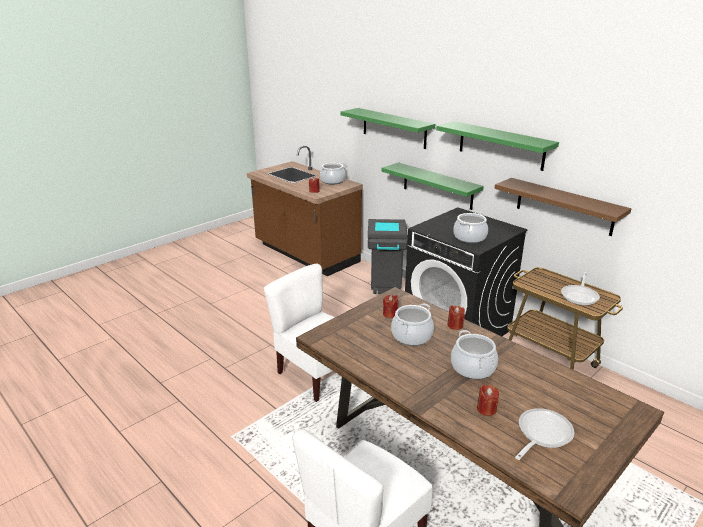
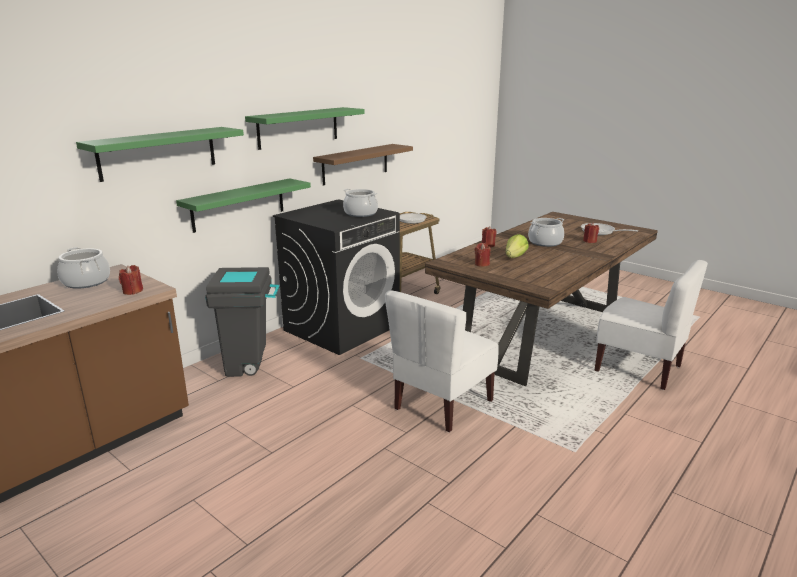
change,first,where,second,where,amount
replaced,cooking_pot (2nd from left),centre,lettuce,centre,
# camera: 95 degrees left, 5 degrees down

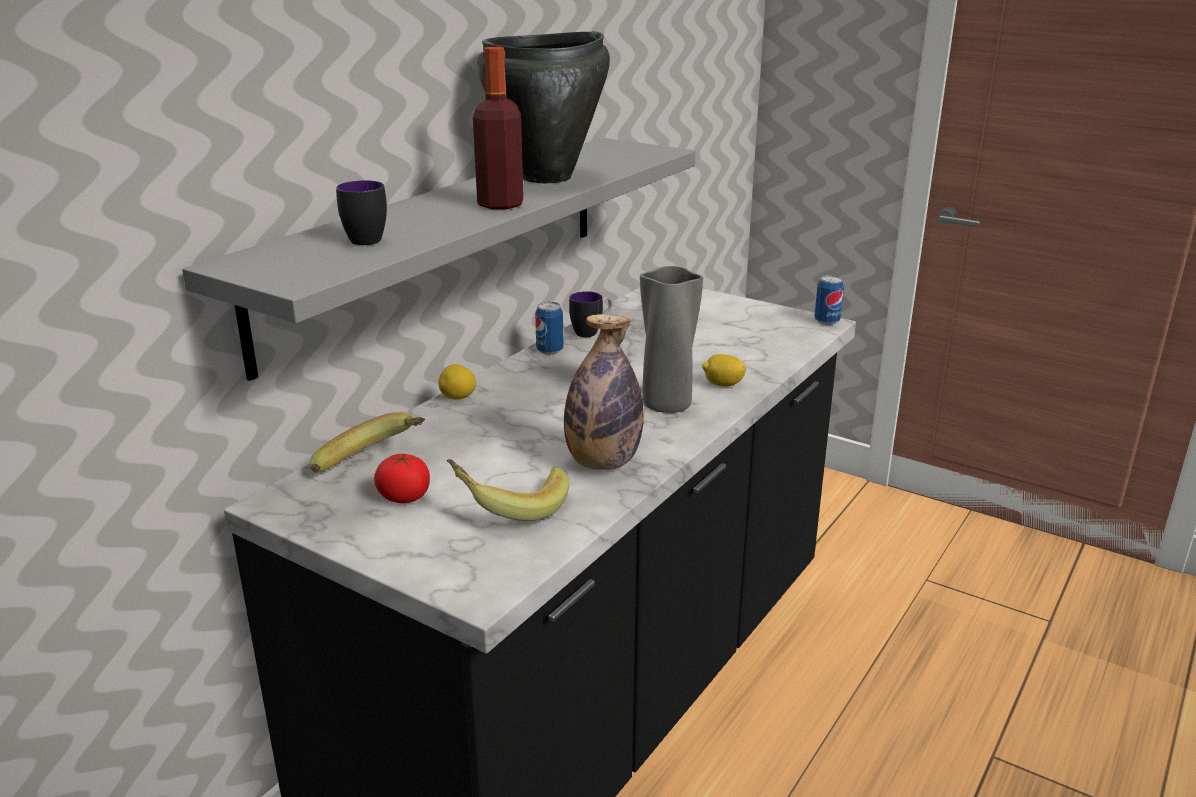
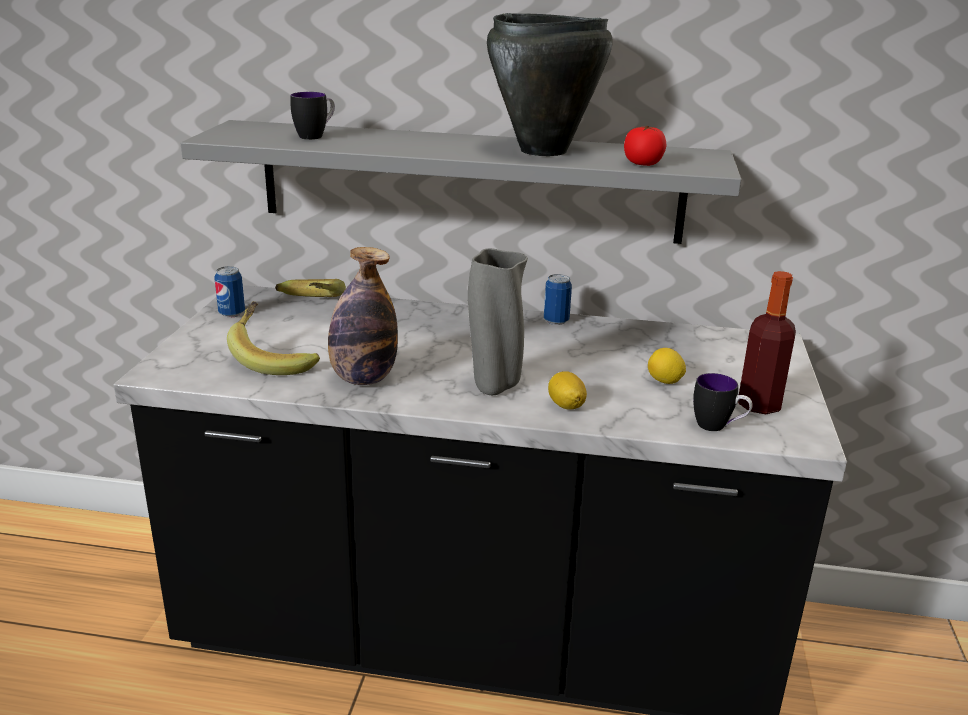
change,first,where,second,where,amount
moved,bottle (1st from left in the first image),top centre,bottle (2nd from left),middle right,
moved,can (2nd from left in the first image),middle right,can (1st from left),middle left,
moved,mug (2nd from left),centre,,middle right,
moved,lemon (1st from left in the first image),centre,lemon (2nd from left),middle right,
moved,tomato,centre,,top centre,
# camera: 65 degrees right, 0 degrees up

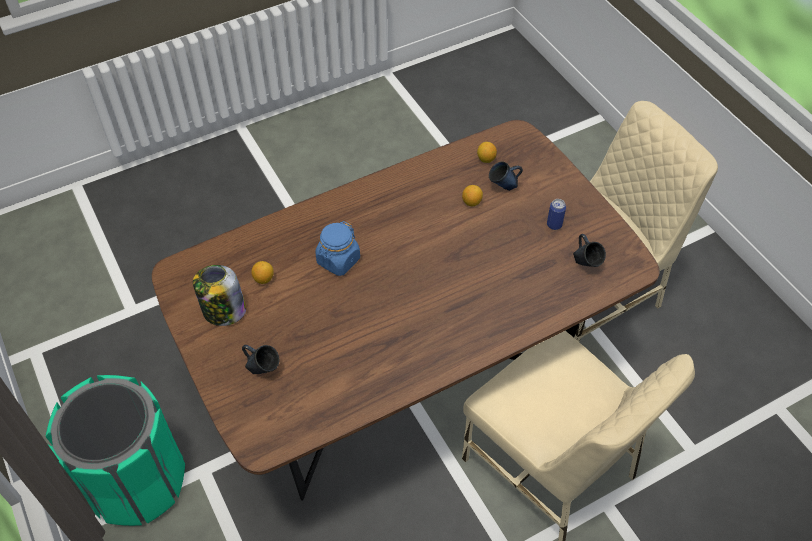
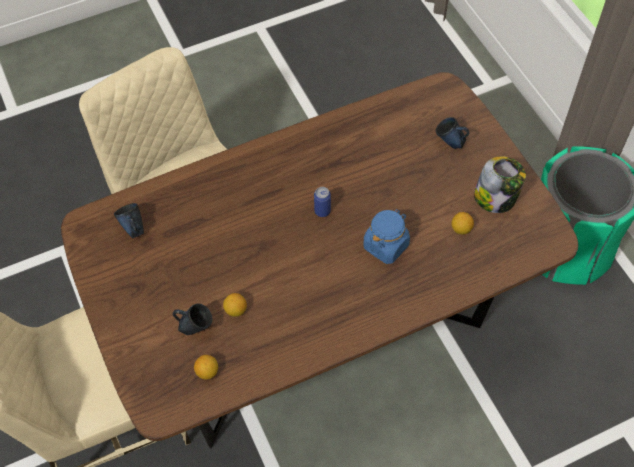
change,first,where,second,where,amount
moved,can,middle right,,centre,
# camera: 175 degrees left, 5 degrees up

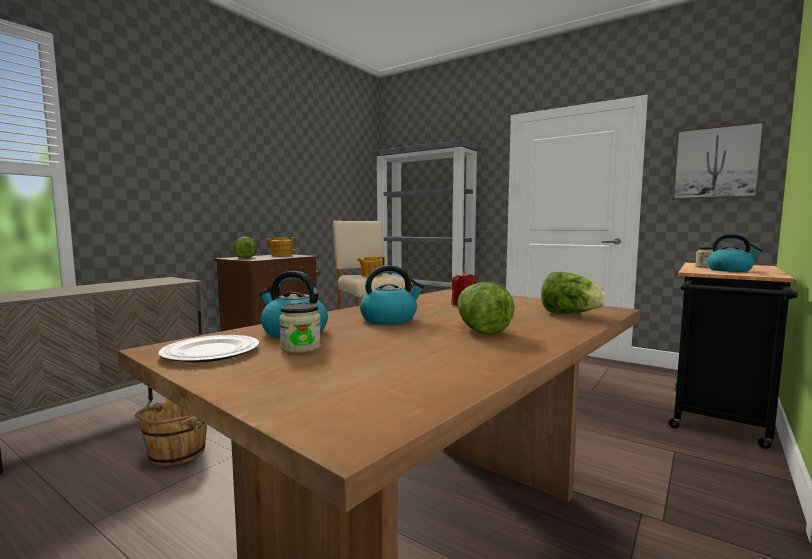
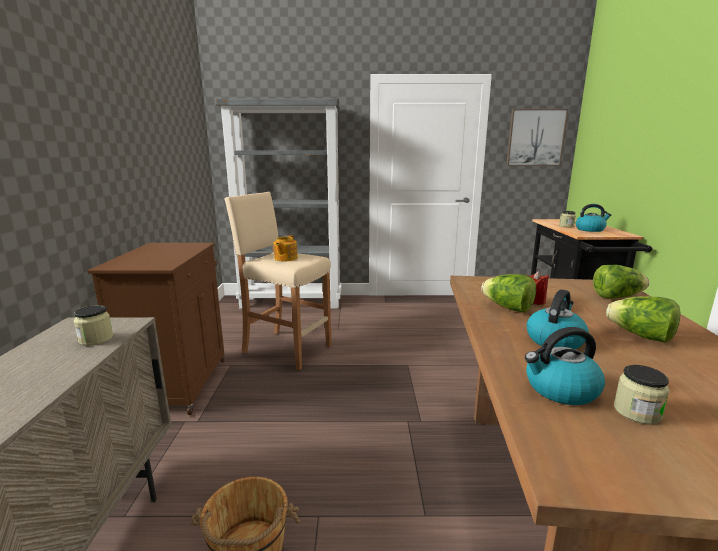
change,first,where,second,where,amount
moved,lettuce (1st from left),middle left,,middle right,
removed,teapot (1st from left),centre,,,
removed,plate,middle left,,,
added,,,jar (1st from left),middle left,
# camera: 35 degrees left, 10 degrees up

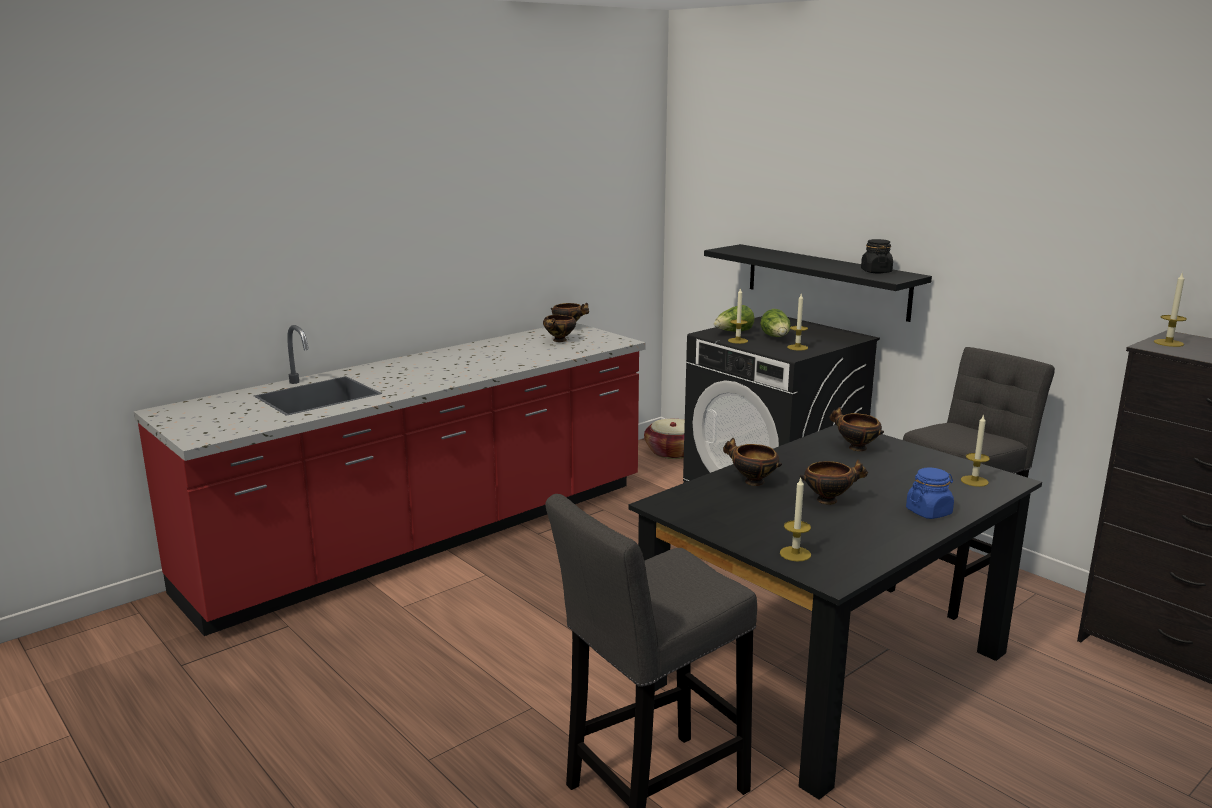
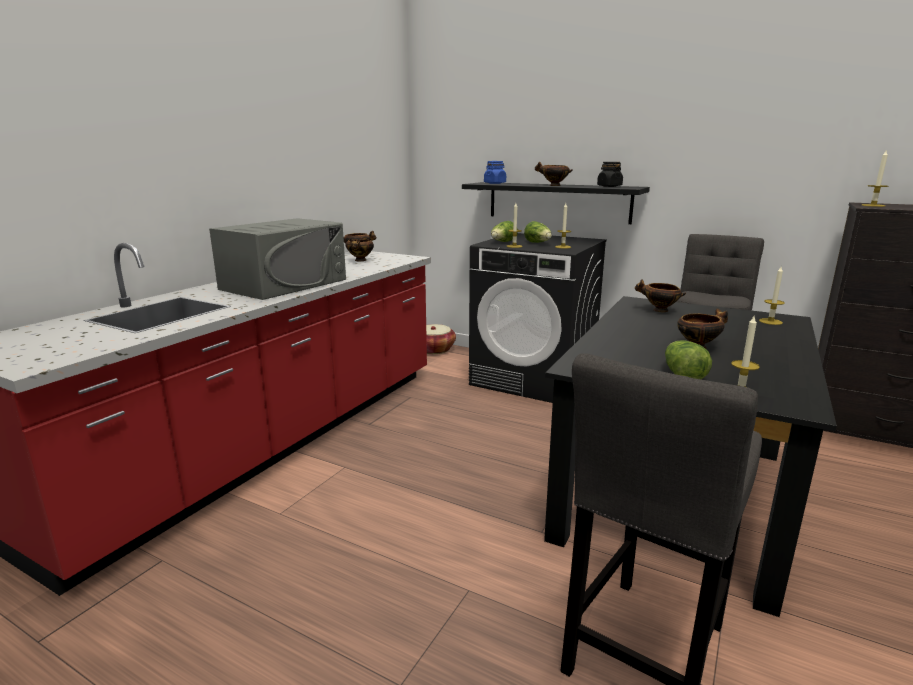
change,first,where,second,where,amount
moved,bowl (3rd from left),centre,,top centre,
moved,blue_jar,middle right,,top centre,
added,,,grey_microwave,middle left,
added,,,lettuce (3rd from left),middle right,
# camera: 20 degrees left, 0 degrees up

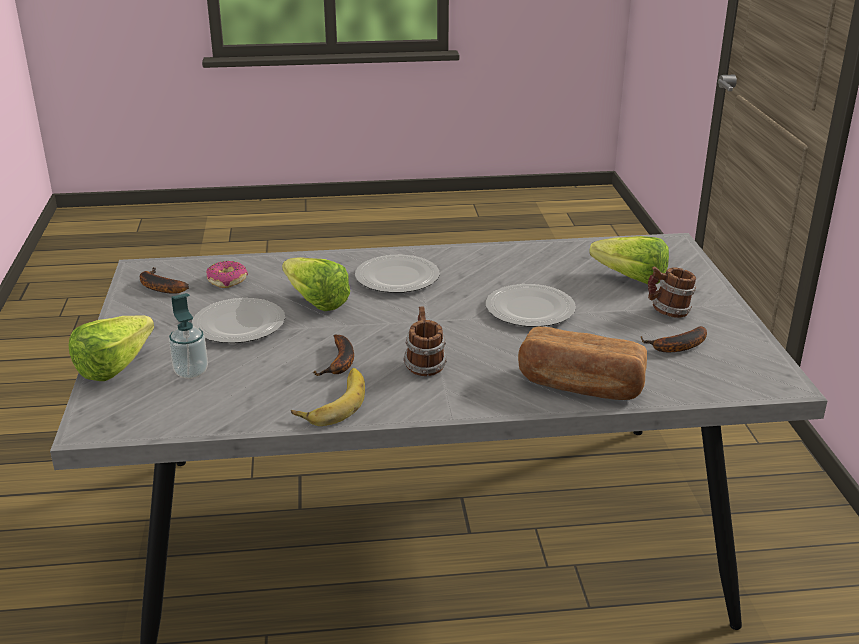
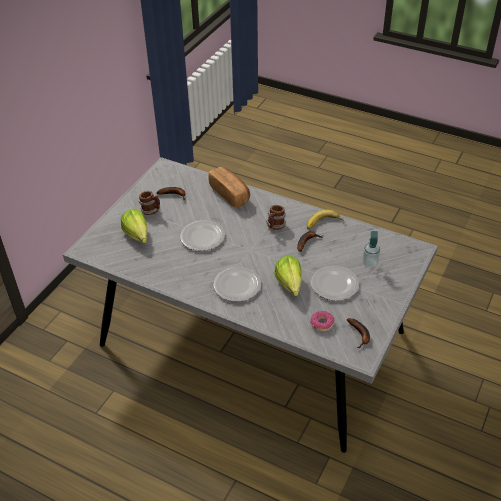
change,first,where,second,where,amount
removed,lettuce (1st from left),middle left,,,
# camera: 145 degrees left, 15 degrees up

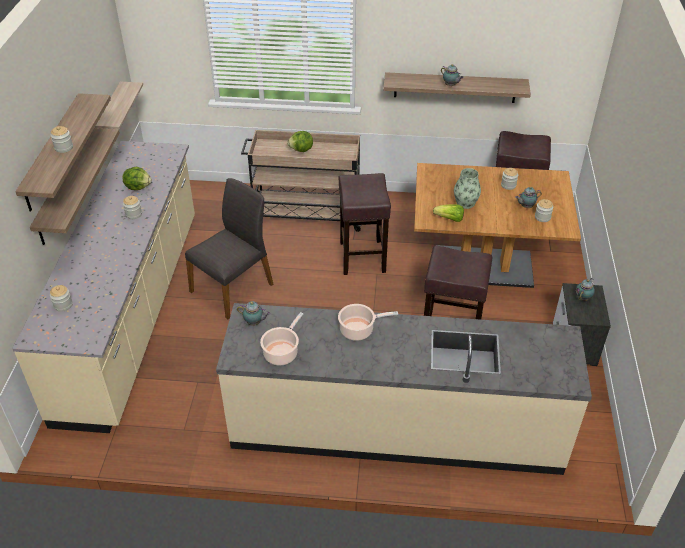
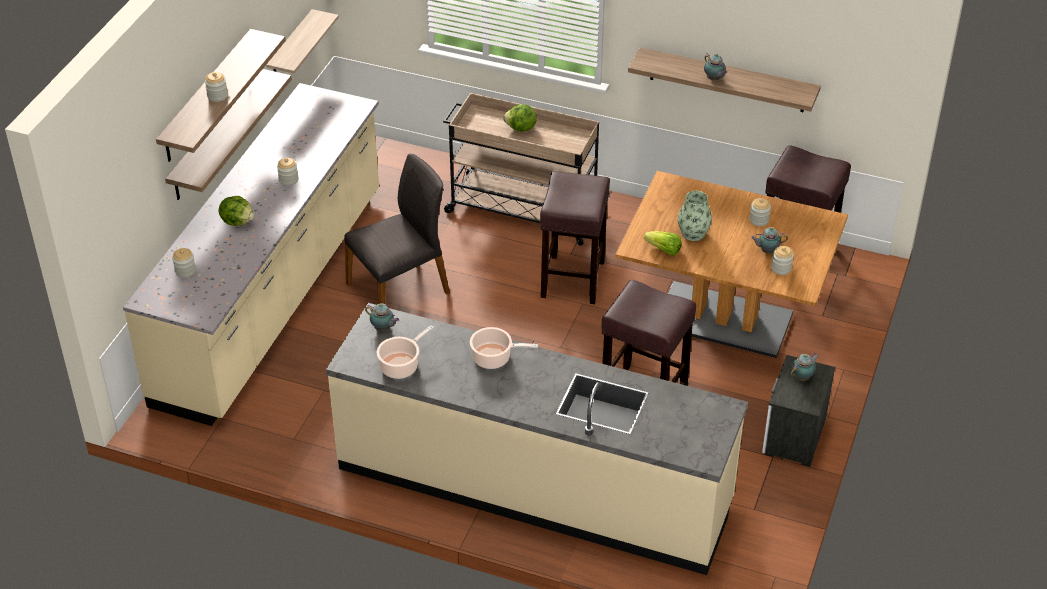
change,first,where,second,where,amount
moved,lettuce (1st from left),top left,,middle left,
# camera: 15 degrees right, 0 degrees up

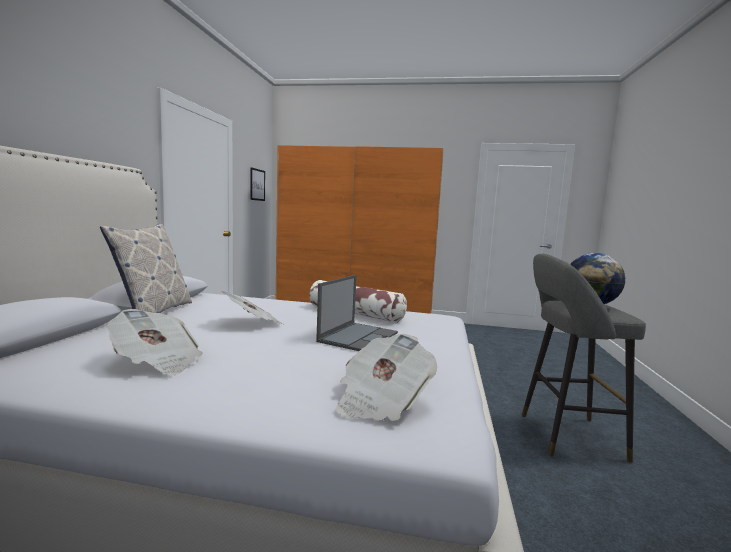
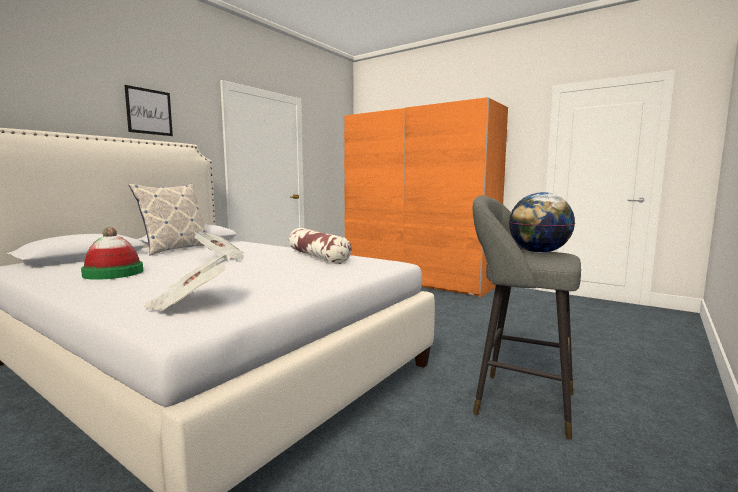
change,first,where,second,where,amount
moved,picture,centre,,top left,
removed,laptop,centre,,,
replaced,newspaper (1st from left),middle left,hat,middle left,
# camera: 25 degrees right, 0 degrees up

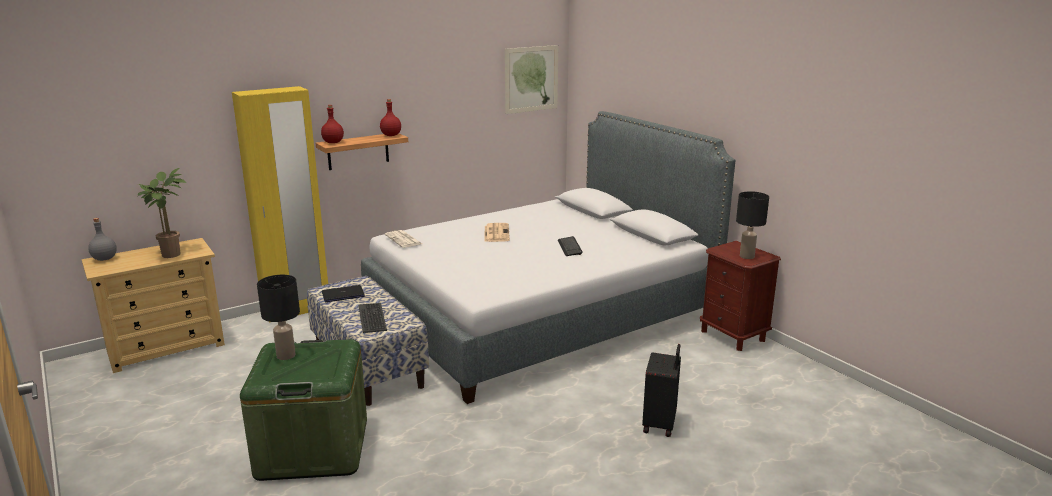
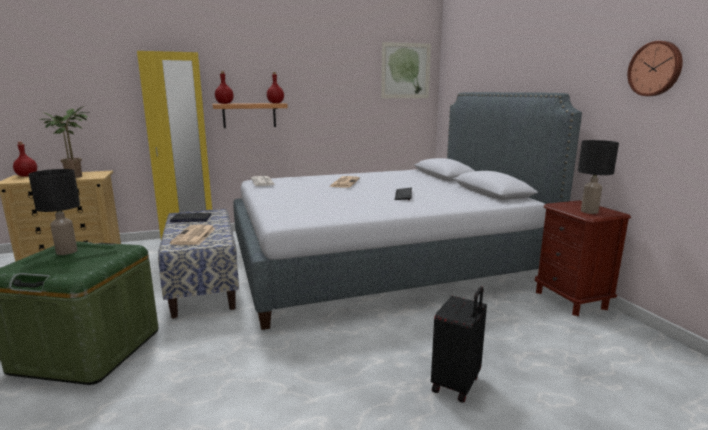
change,first,where,second,where,amount
recoloured,grey_bottle,middle left,red_bottle (1st from left),middle left,
replaced,keyboard (1st from left),centre,newspaper (1st from left),middle left,
added,,,wall_clock,top right,
# camera: 15 degrees right, 5 degrees down

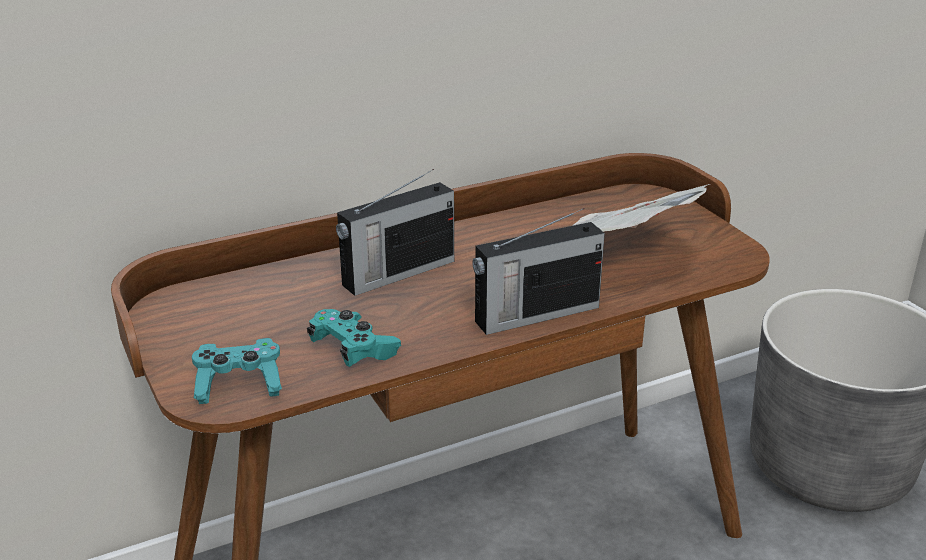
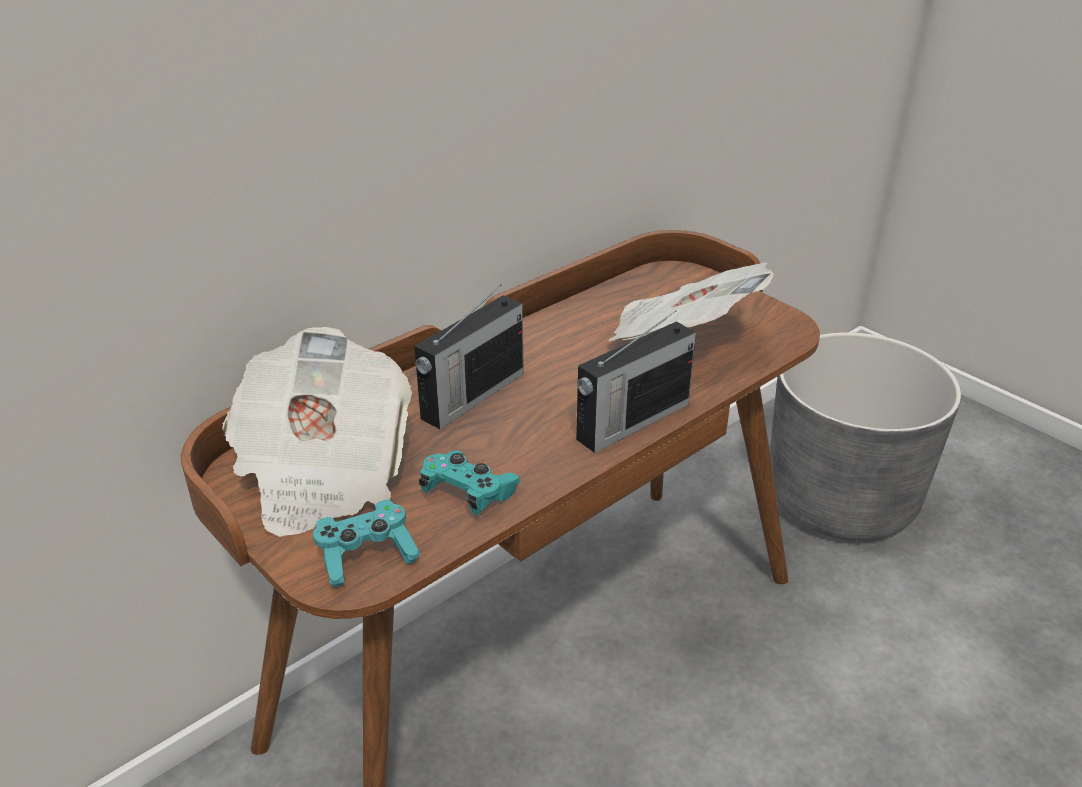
change,first,where,second,where,amount
added,,,newspaper (1st from left),middle left,
# camera: 15 degrees left, 5 degrees up

